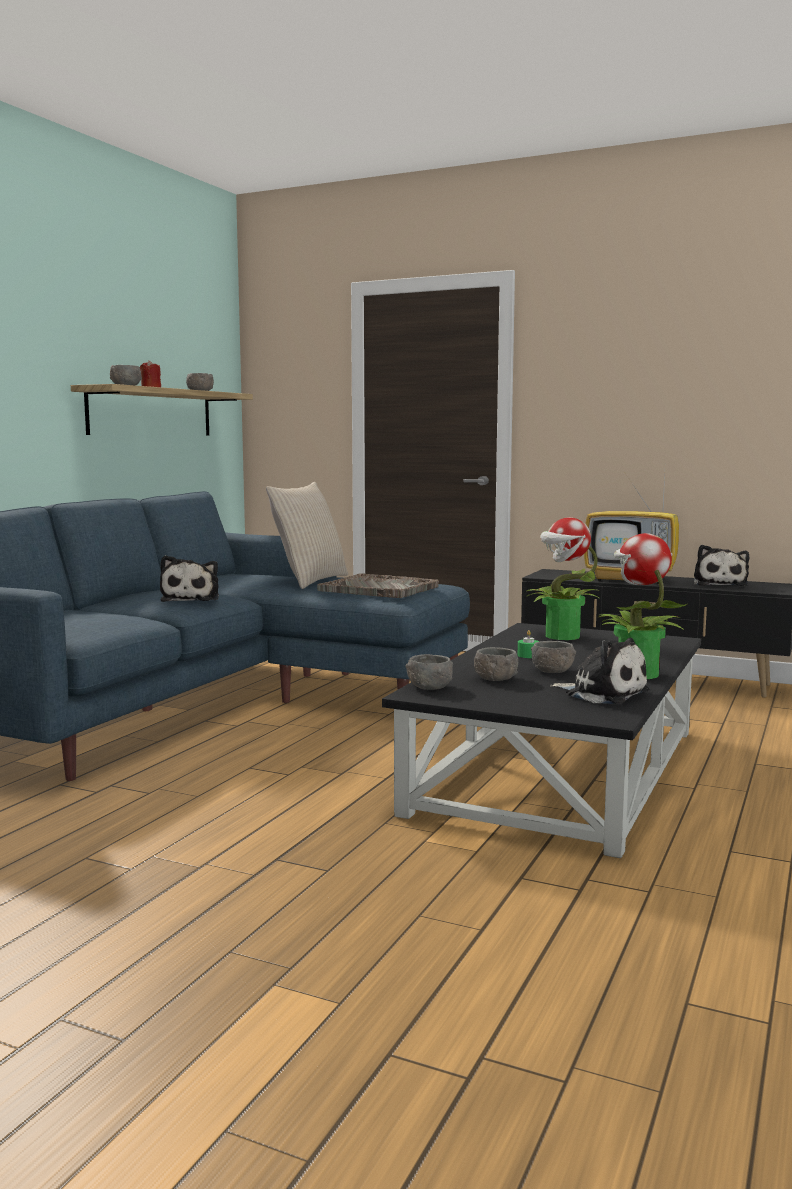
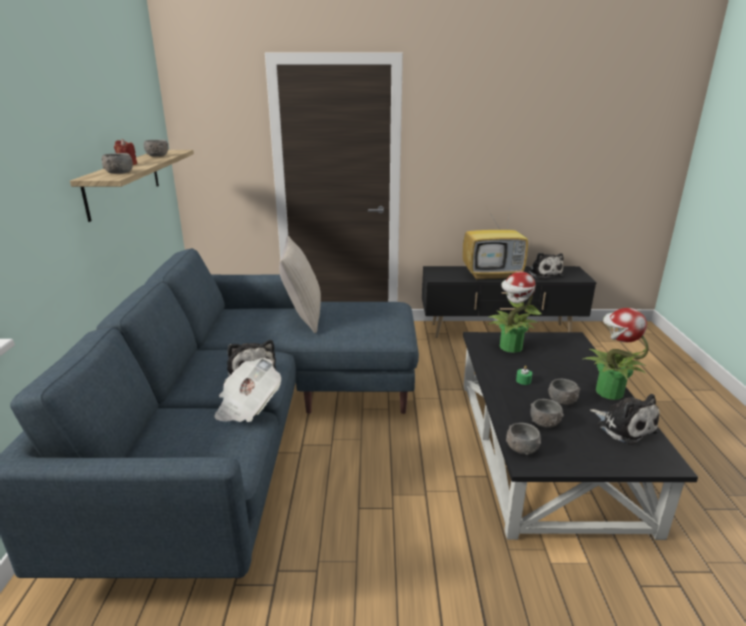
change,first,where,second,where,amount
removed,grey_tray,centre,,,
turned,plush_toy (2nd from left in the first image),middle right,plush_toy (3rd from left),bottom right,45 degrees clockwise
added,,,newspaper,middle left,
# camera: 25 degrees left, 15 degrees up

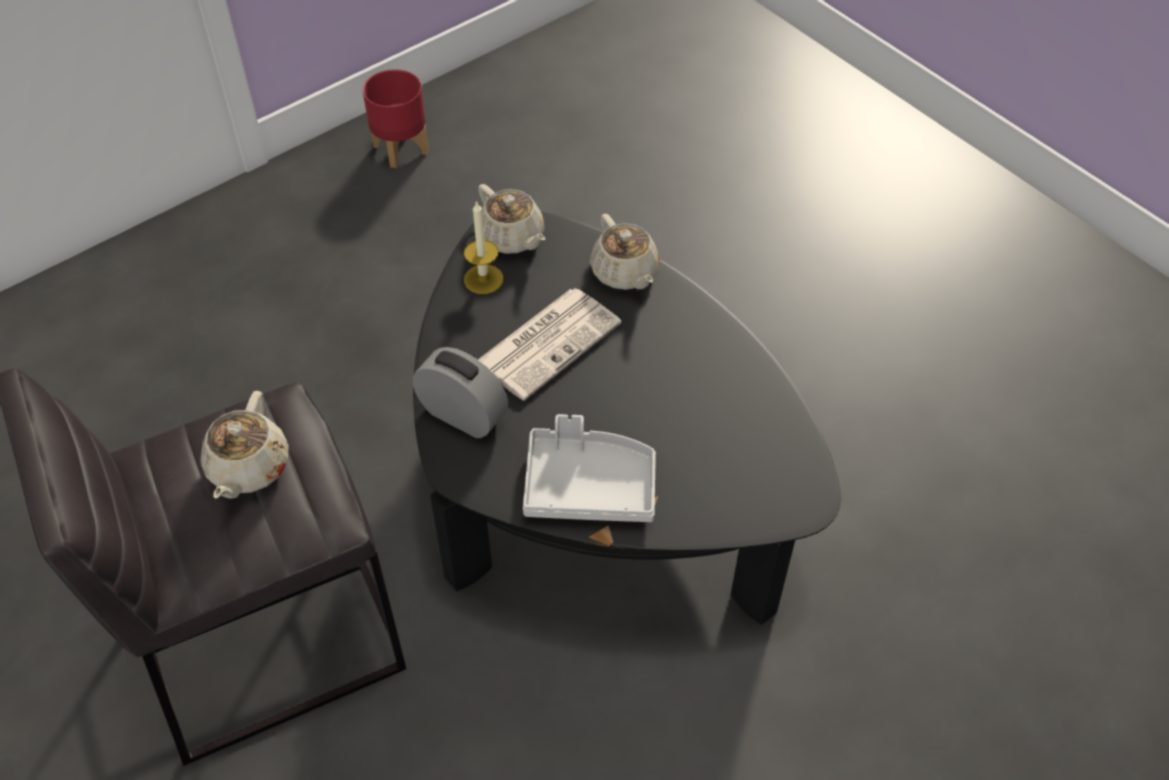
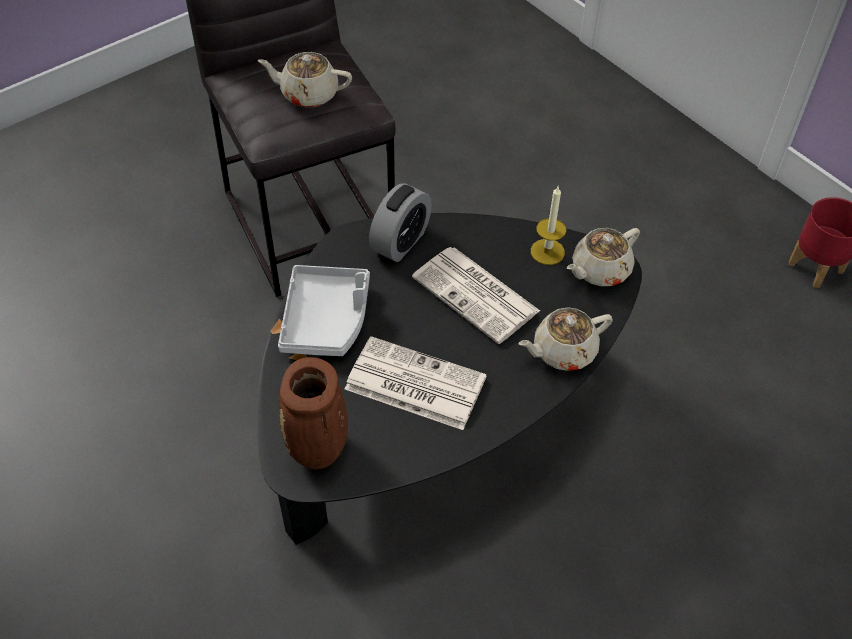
change,first,where,second,where,amount
added,,,newspaper (1st from left),centre,
added,,,brown_vase,centre,
# camera: 90 degrees right, 0 degrees up

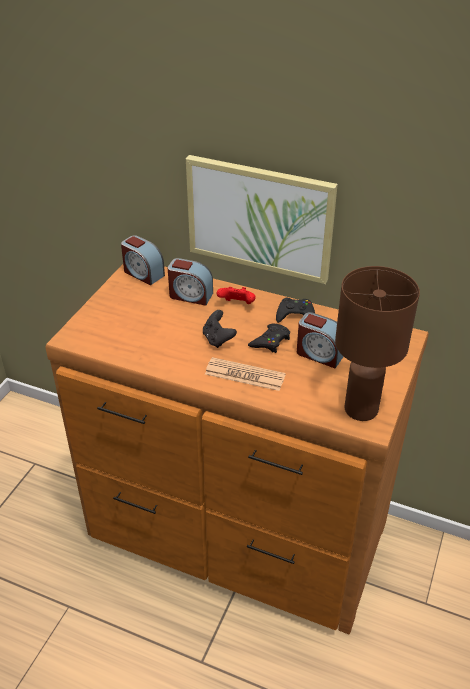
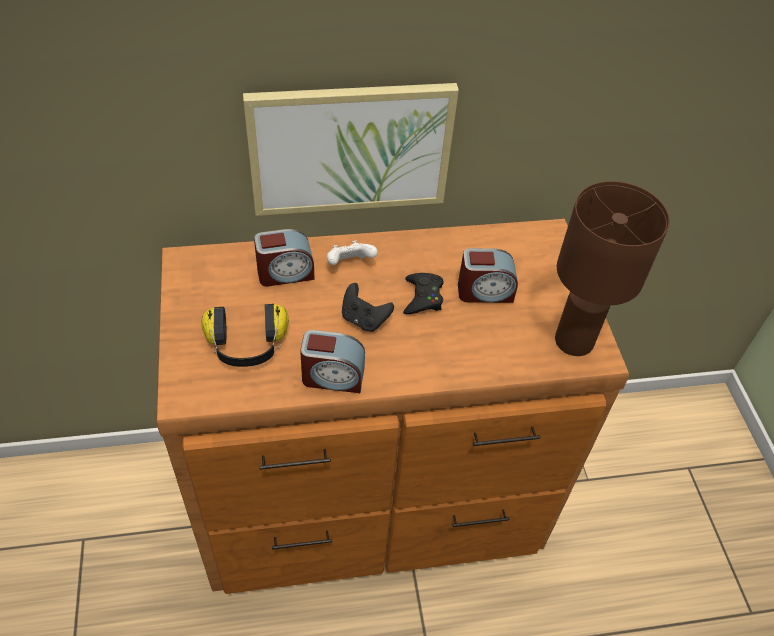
change,first,where,second,where,amount
moved,alarm_clock (1st from left in the first image),middle left,alarm_clock (2nd from left),centre,
recoloured,red_game_controller,centre,white_game_controller,centre,
removed,black_game_controller (3rd from left),centre,,,
removed,newspaper,centre,,,
added,,,headphones,middle left,
# camera: 35 degrees left, 10 degrees up

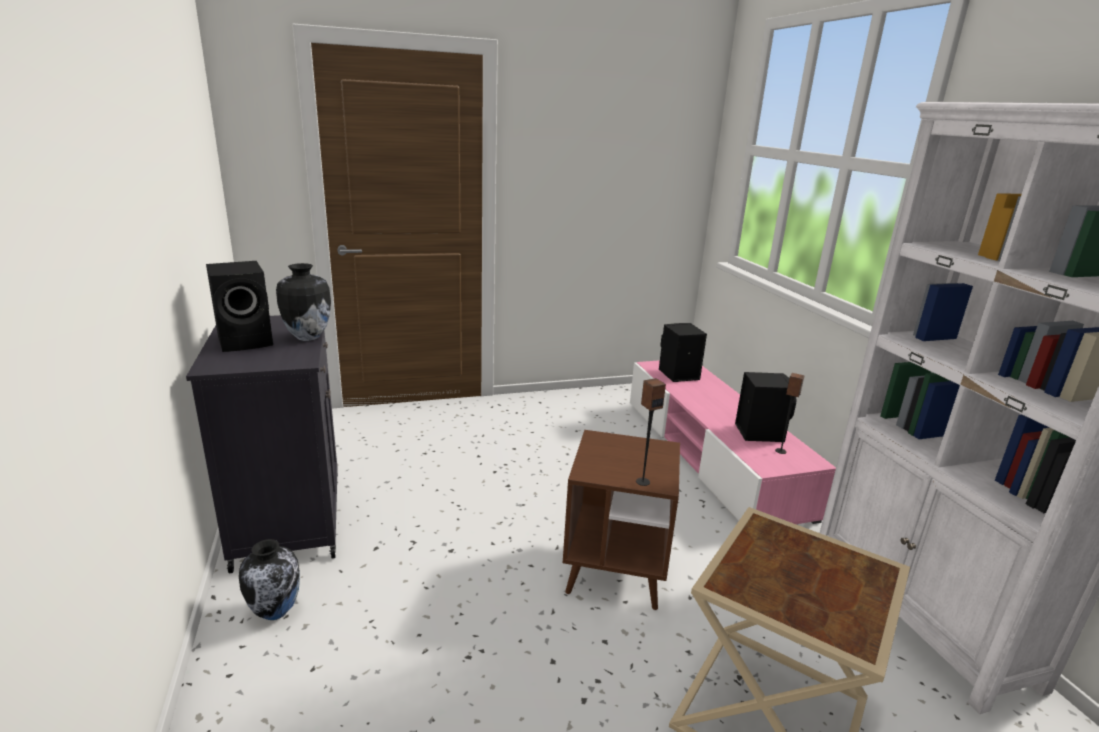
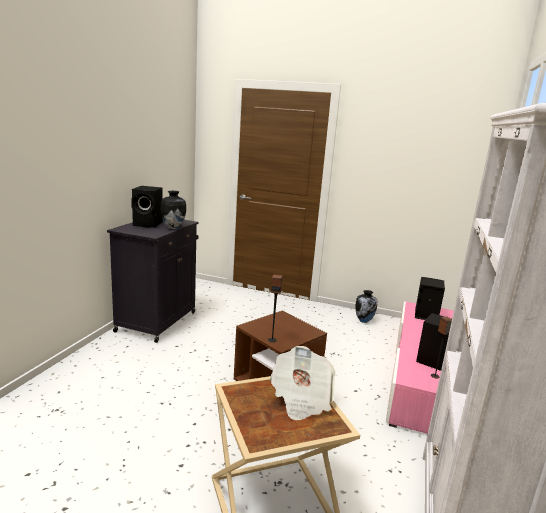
change,first,where,second,where,amount
moved,vase (1st from left in the first image),bottom left,vase (2nd from left),middle right,
added,,,newspaper,bottom centre,
# camera: 35 degrees right, 5 degrees down

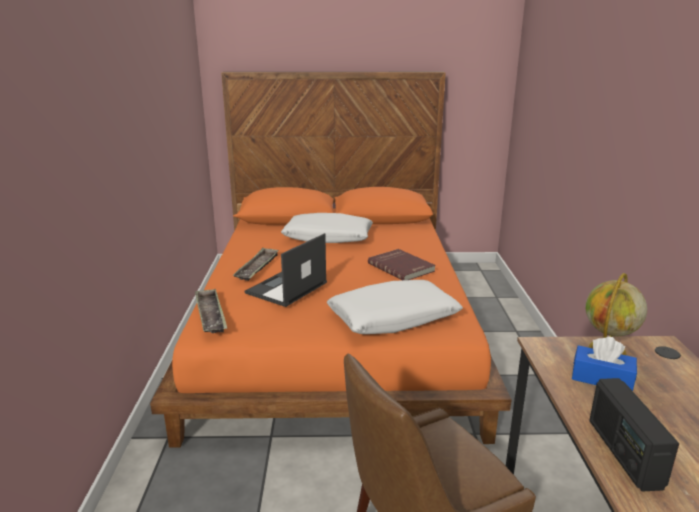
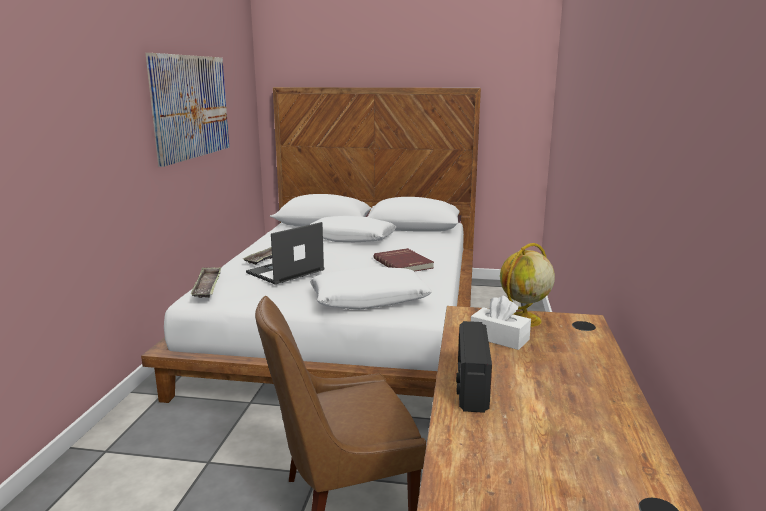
change,first,where,second,where,amount
recoloured,orange_bed,centre,white_bed,centre,
recoloured,blue_tissue_box,bottom right,white_tissue_box,centre,
added,,,picture,top left,
# camera: 10 degrees right, 5 degrees down

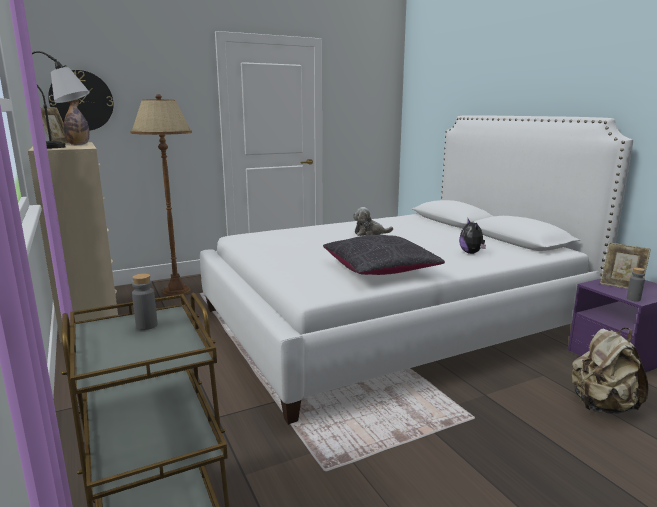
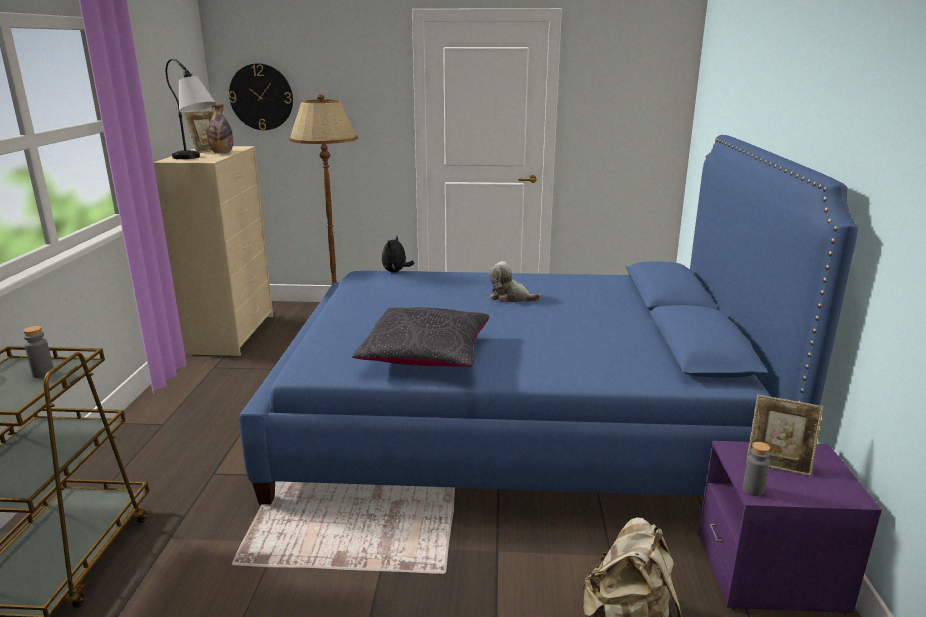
change,first,where,second,where,amount
recoloured,white_bed,centre,blue_bed,centre,
moved,plush_toy (2nd from left in the first image),middle right,plush_toy (1st from left),centre,
turned,picture_frame (2nd from left),middle right,,bottom right,45 degrees counterclockwise
# camera: 30 degrees right, 5 degrees up

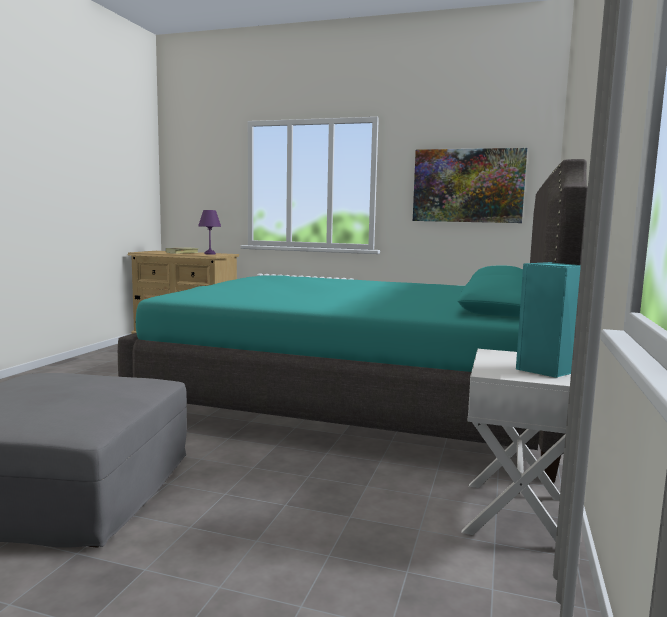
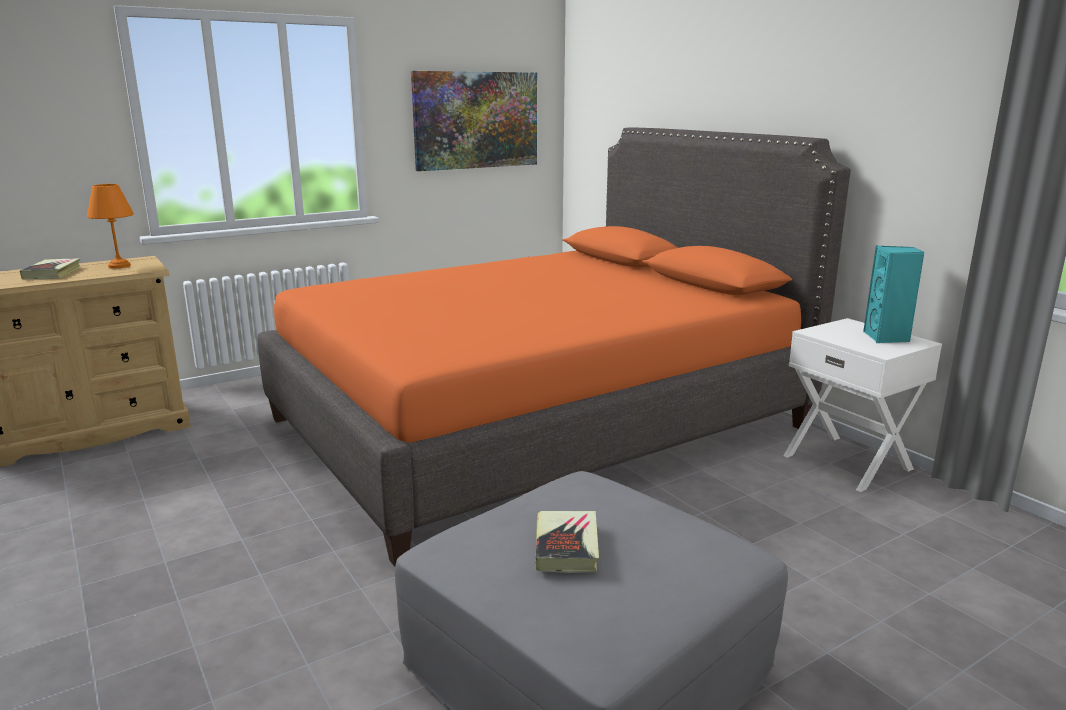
change,first,where,second,where,amount
recoloured,turquoise_bed,centre,orange_bed,centre,
recoloured,purple_table_lamp,middle left,orange_table_lamp,top left,
added,,,book (2nd from left),bottom centre,
# camera: 50 degrees left, 10 degrees up

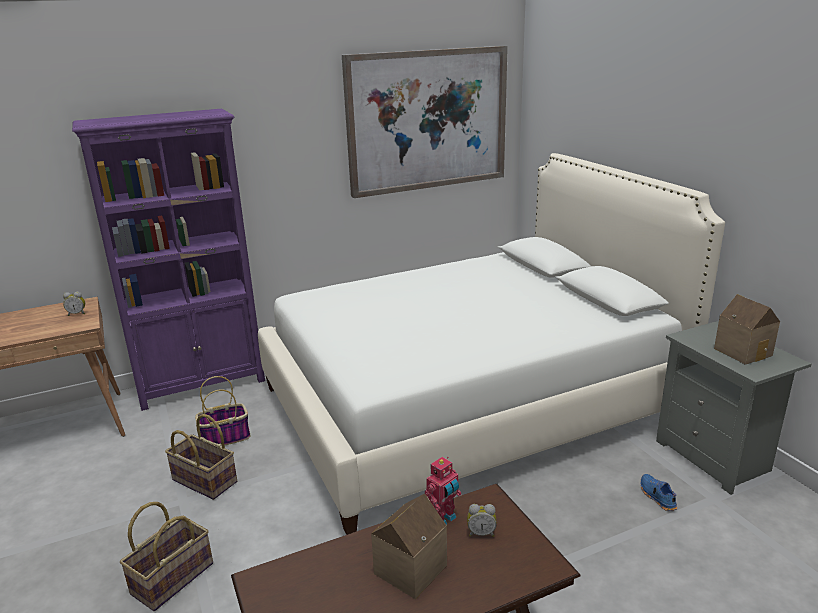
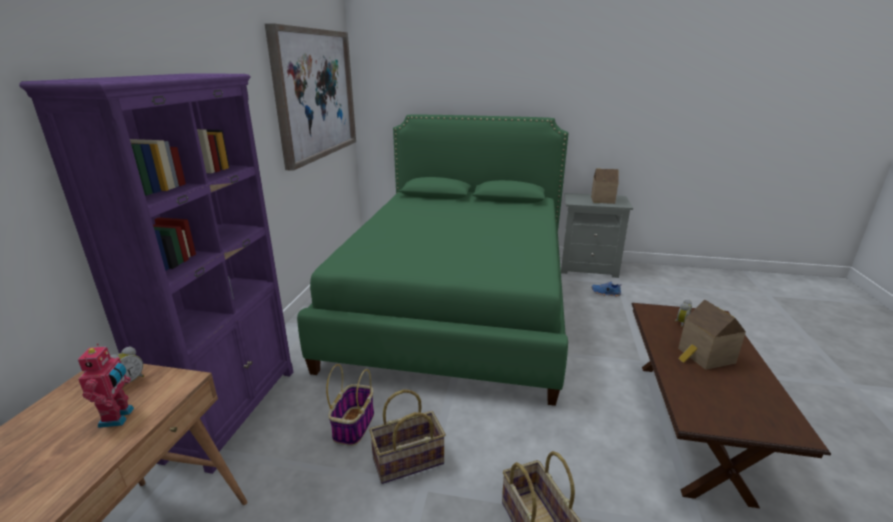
change,first,where,second,where,amount
recoloured,white_bed,centre,green_bed,centre,
moved,toy_robot,bottom centre,,bottom left,
# camera: 55 degrees left, 0 degrees up

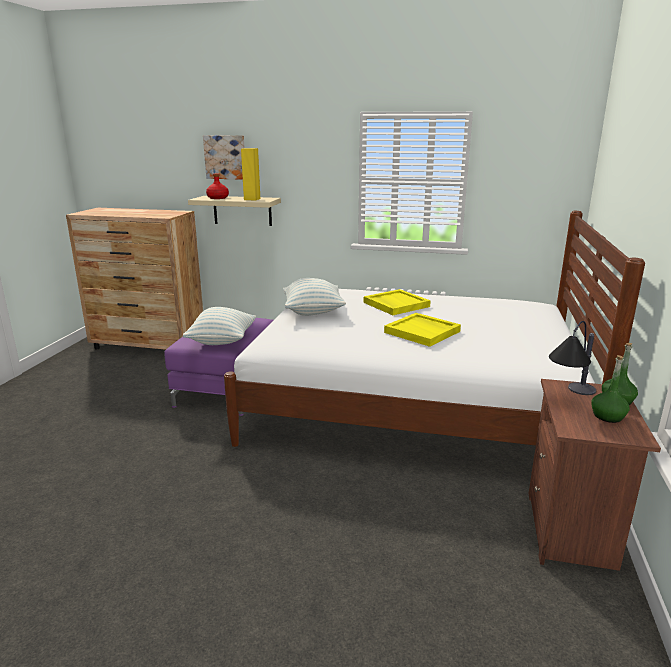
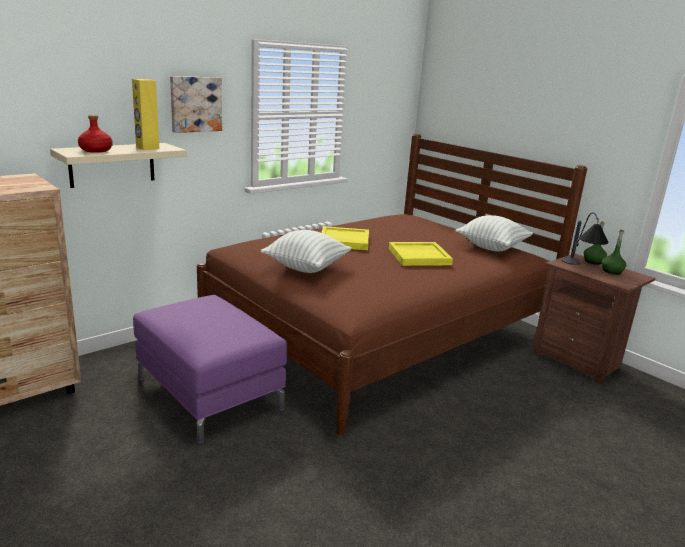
change,first,where,second,where,amount
moved,picture,top centre,,top left,
recoloured,white_bed,centre,brown_bed,centre,
moved,pillow (1st from left in the first image),middle left,pillow (2nd from left),middle right,
# camera: 55 degrees left, 0 degrees up

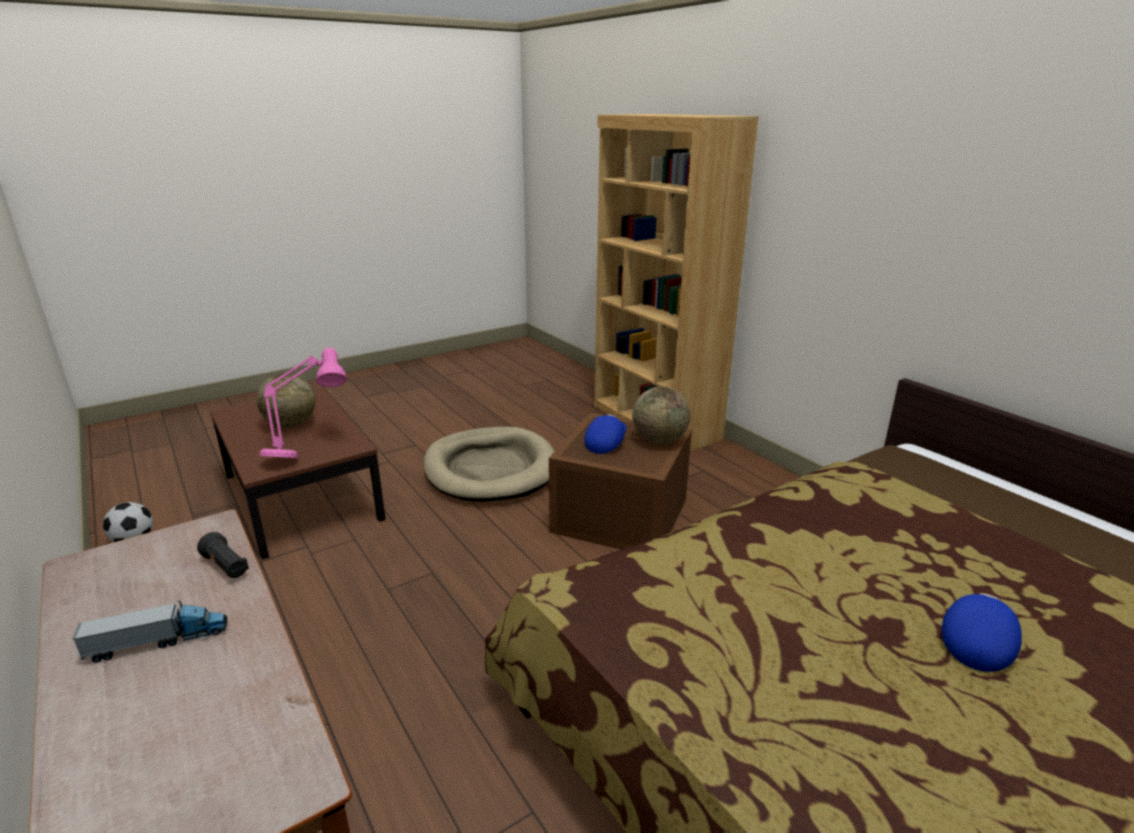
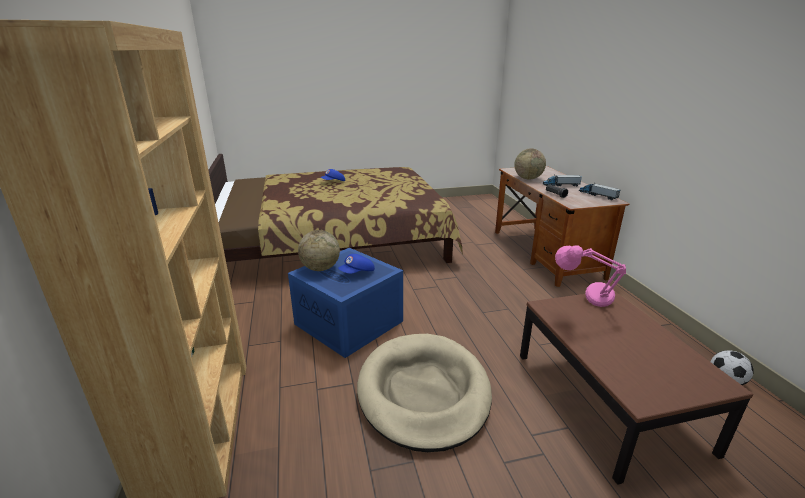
change,first,where,second,where,amount
moved,globe (1st from left in the first image),middle left,globe (2nd from left),top centre,
recoloured,brown_storage_box,centre,blue_storage_box,centre,
added,,,toy_truck (2nd from left),middle right,
# camera: 160 degrees left, 0 degrees up

